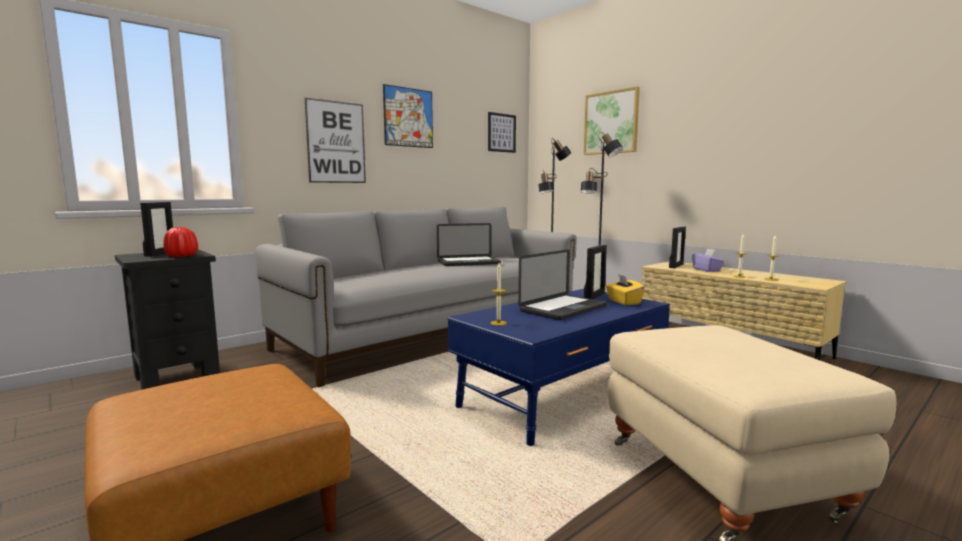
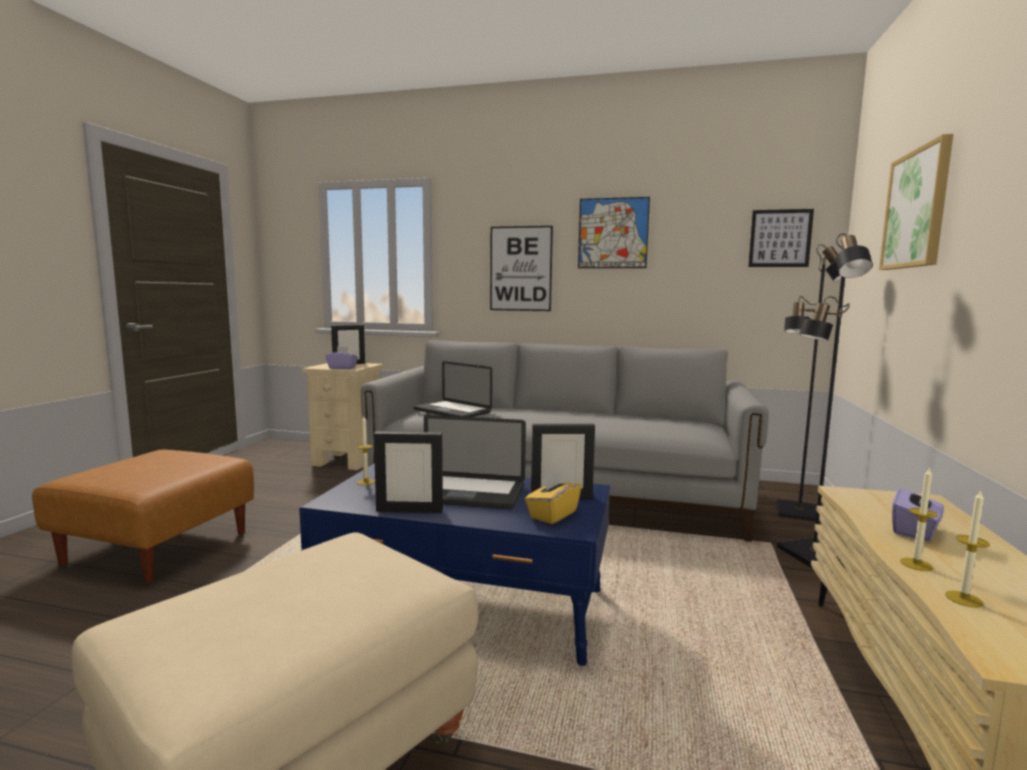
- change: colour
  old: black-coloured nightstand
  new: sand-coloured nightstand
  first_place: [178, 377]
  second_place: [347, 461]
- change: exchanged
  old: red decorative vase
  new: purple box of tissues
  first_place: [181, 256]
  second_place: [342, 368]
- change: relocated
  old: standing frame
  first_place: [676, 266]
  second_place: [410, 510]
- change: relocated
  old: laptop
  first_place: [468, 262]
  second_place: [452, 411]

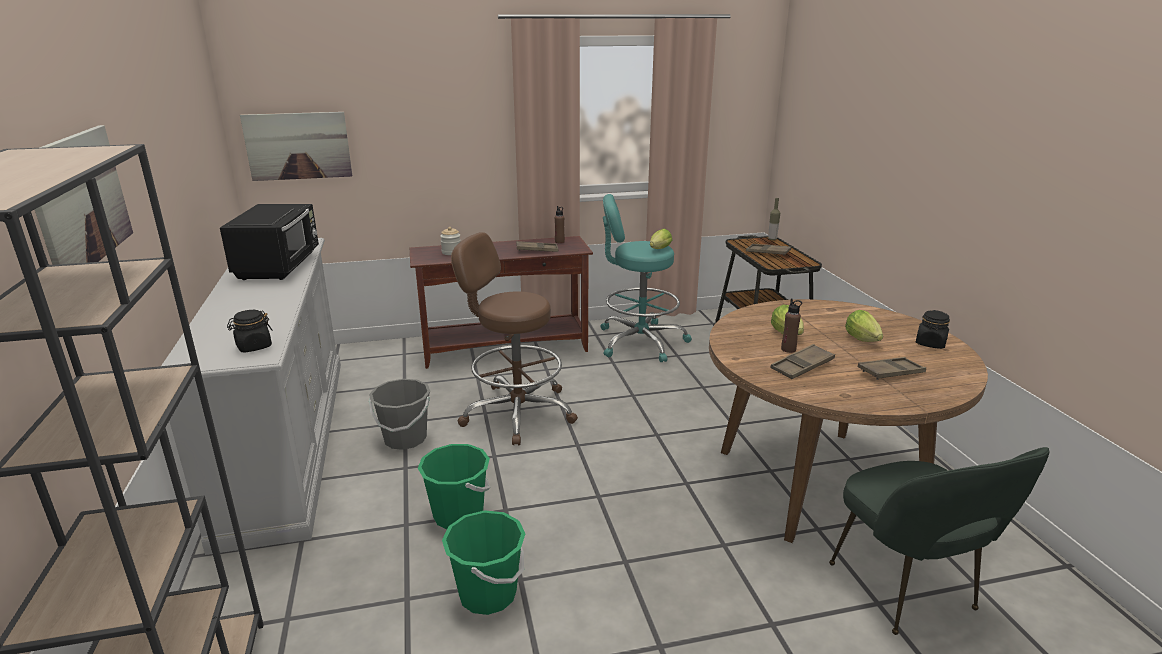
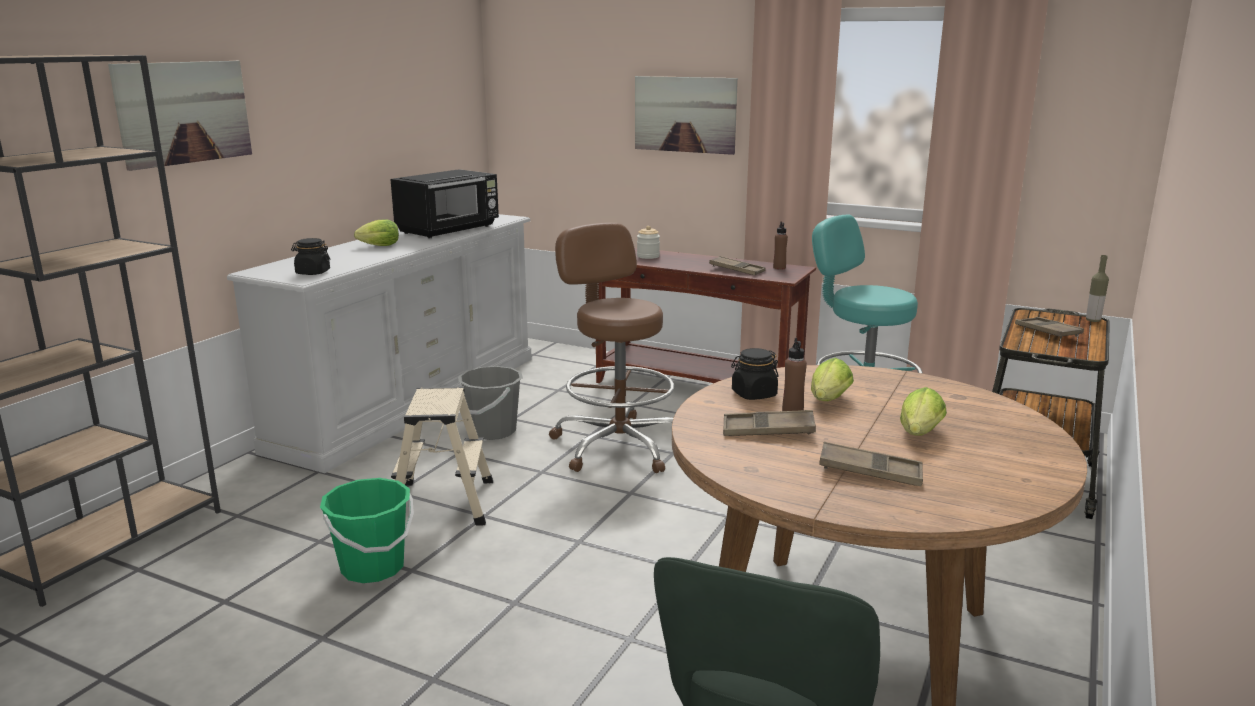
- change: relocated
  old: head of lettuce
  first_place: [659, 249]
  second_place: [377, 246]
- change: exchanged
  old: greenish bucket
  new: sand-coloured stepladder
  first_place: [458, 515]
  second_place: [442, 503]
- change: relocated
  old: picture
  first_place: [298, 146]
  second_place: [685, 114]
- change: relocated
  old: black-coloured storage jar
  first_place: [930, 343]
  second_place: [753, 394]

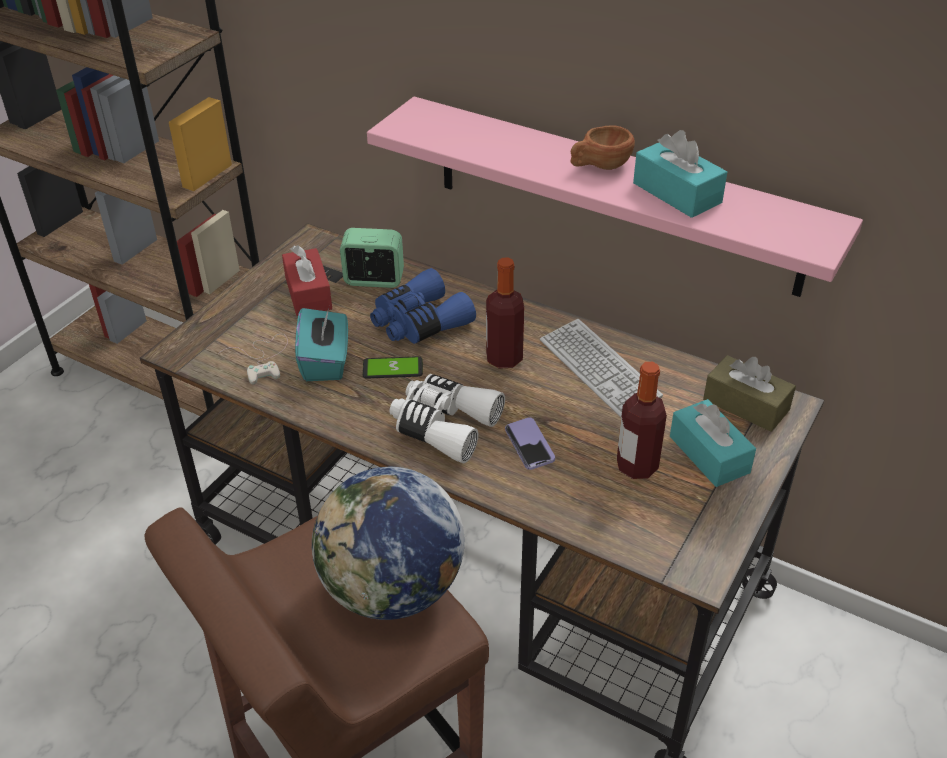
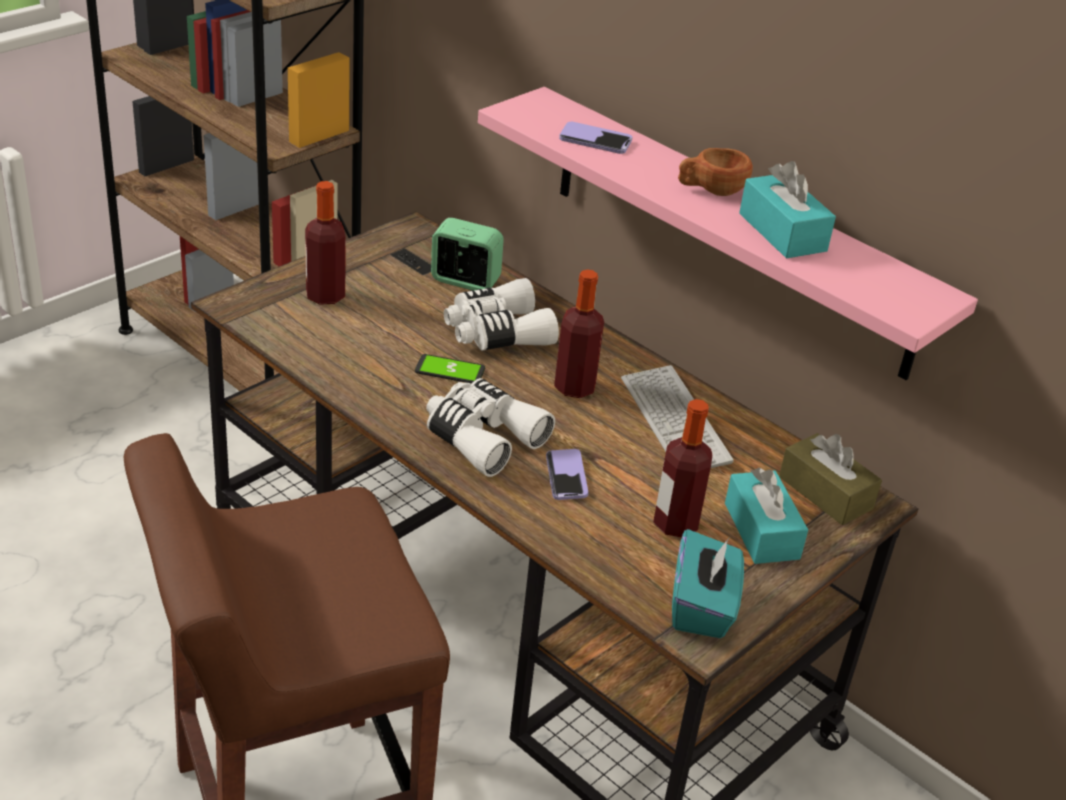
- change: appeared
  new: drink bottle
  second_place: [325, 295]
- change: colour
  old: blue-coloured binoculars
  new: white binoculars
  first_place: [419, 322]
  second_place: [496, 332]
- change: appeared
  new: telephone
  second_place: [595, 140]
- change: relocated
  old: turquoise box of tissues
  first_place: [325, 361]
  second_place: [702, 607]
- change: missing
  old: white game controller
  first_place: [263, 358]
- change: missing
  old: red box of tissues
  first_place: [308, 293]
- change: missing
  old: globe
  first_place: [392, 590]

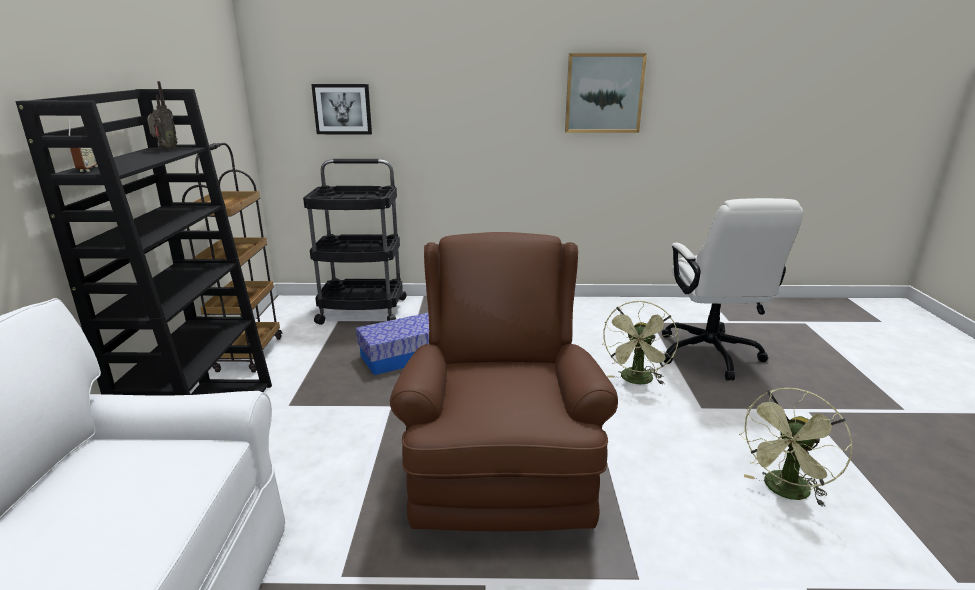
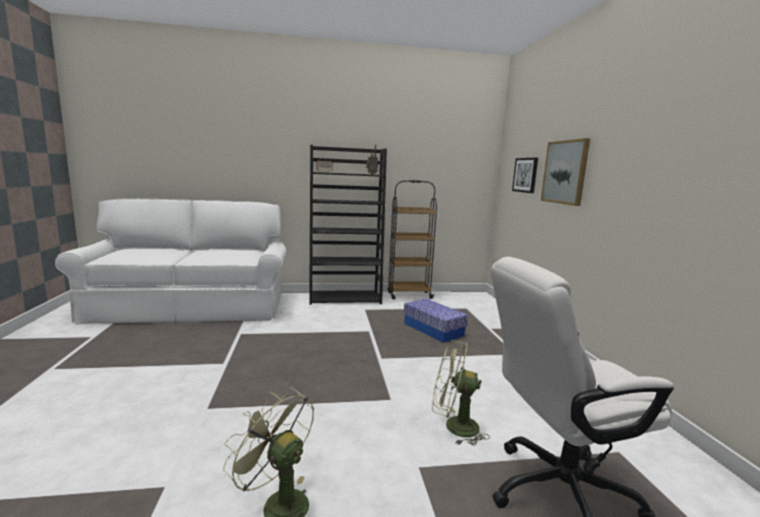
- change: relocated
  old: picture
  first_place: [604, 93]
  second_place: [565, 172]
- change: missing
  old: black-coloured wheeled cart
  first_place: [362, 311]
- change: missing
  old: brown-coloured easy chair
  first_place: [500, 472]

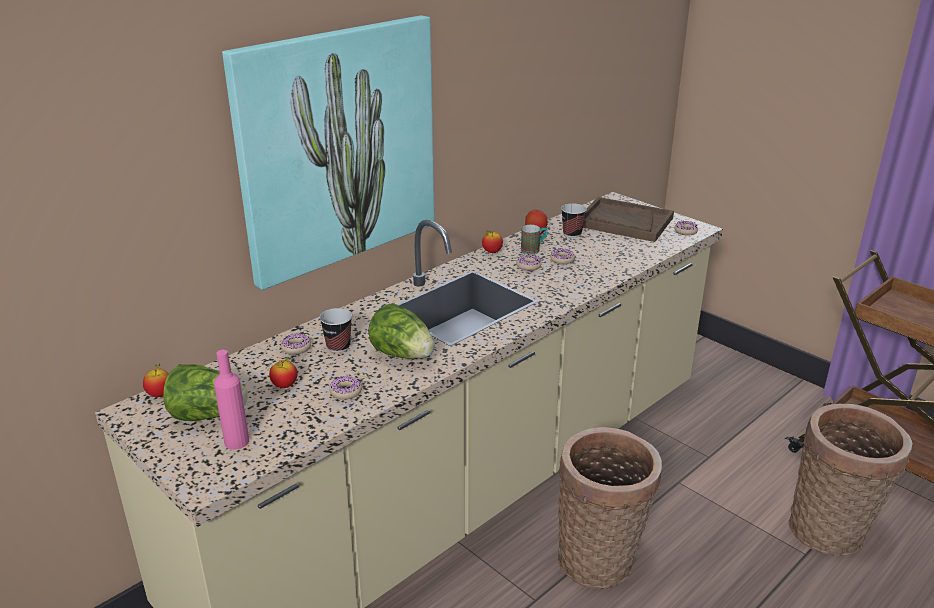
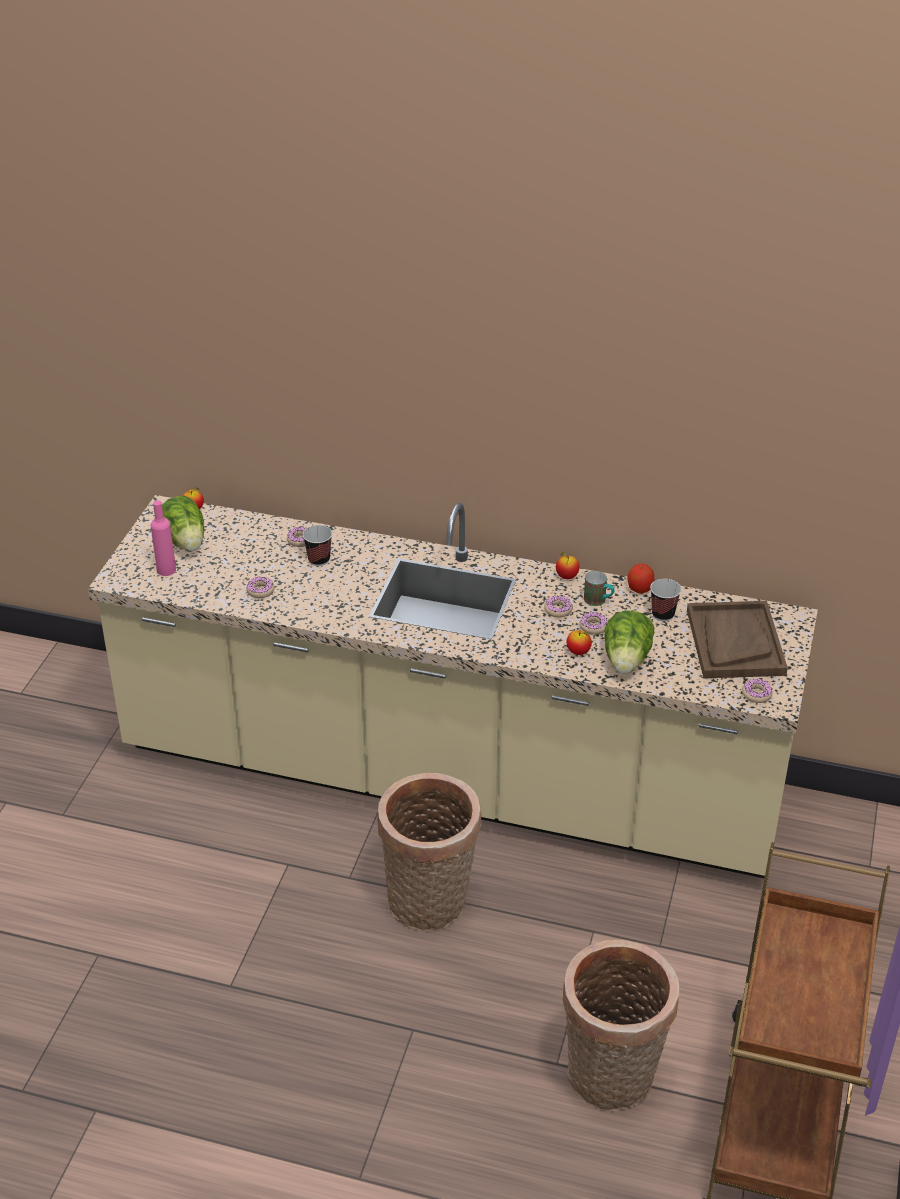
- change: relocated
  old: apple
  first_place: [285, 385]
  second_place: [578, 652]
- change: relocated
  old: head of lettuce
  first_place: [403, 354]
  second_place: [626, 661]
- change: missing
  old: picture
  first_place: [337, 148]

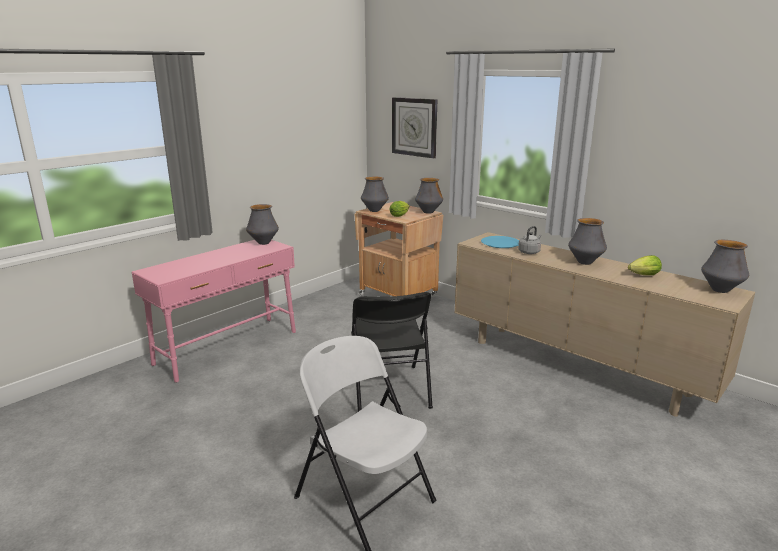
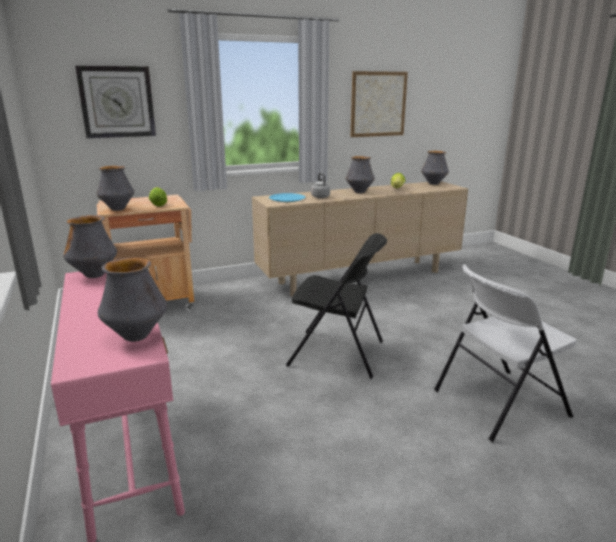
- change: relocated
  old: decorative vase
  first_place: [428, 212]
  second_place: [136, 336]
- change: appeared
  new: picture
  second_place: [378, 103]

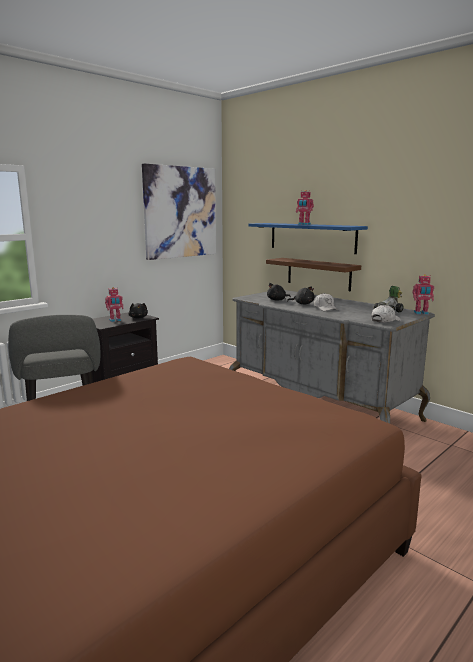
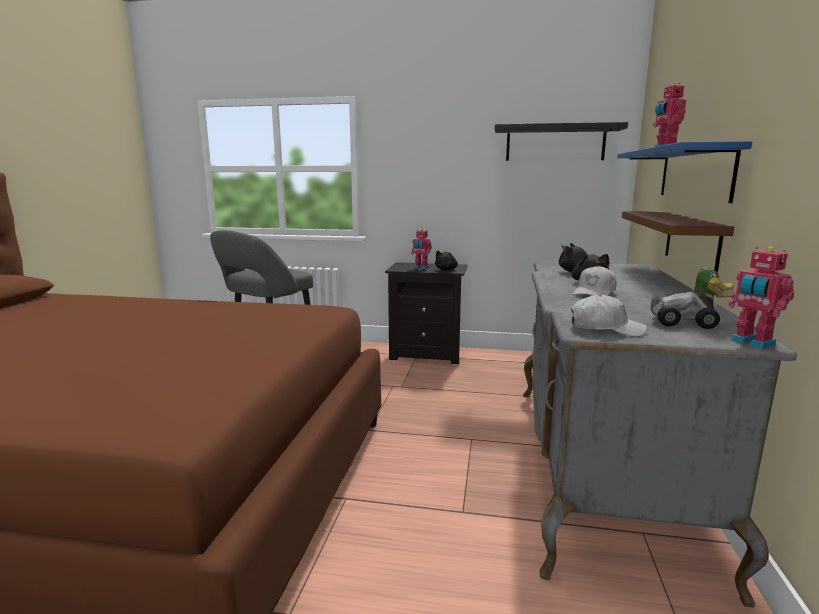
- change: exchanged
  old: picture
  new: black-coloured shelf
  first_place: [180, 212]
  second_place: [555, 143]

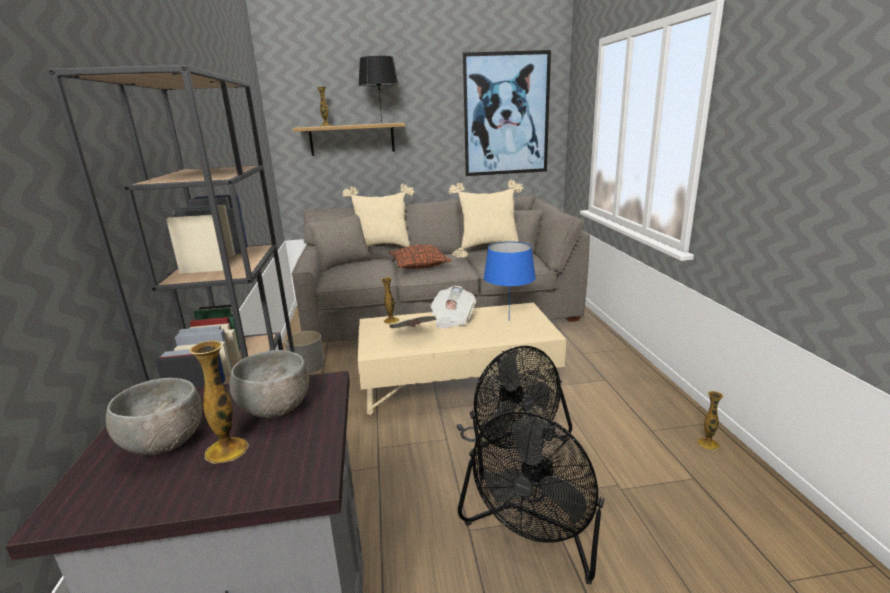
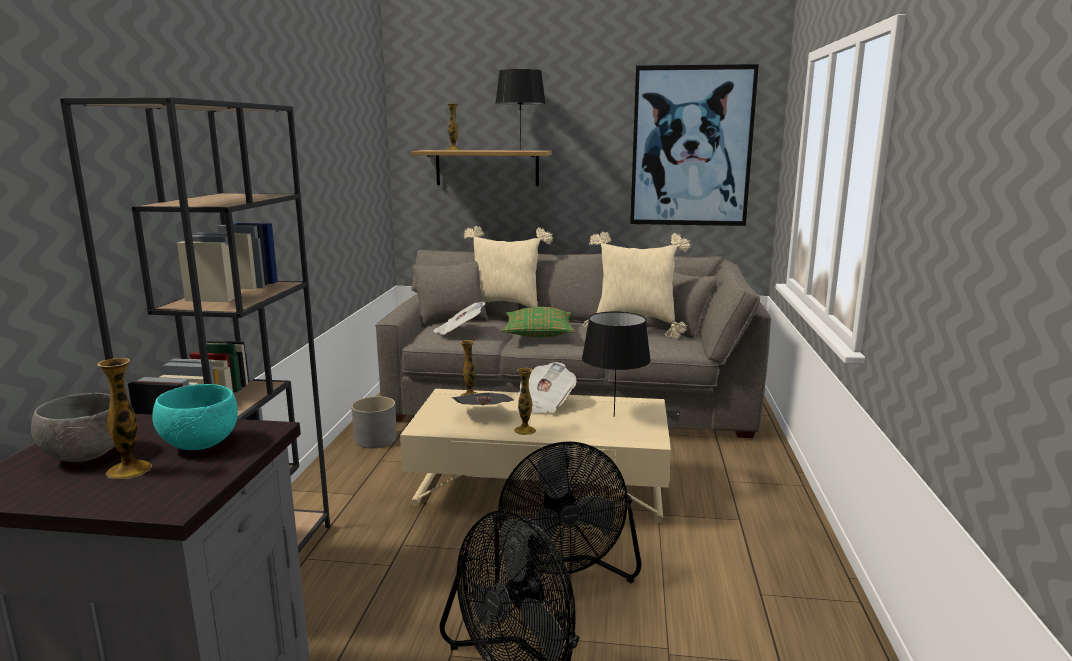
- change: colour
  old: gray serving bowl
  new: turquoise serving bowl
  first_place: [275, 410]
  second_place: [199, 445]
- change: appeared
  new: daily paper
  second_place: [458, 332]
- change: colour
  old: brown-coloured cushion
  new: greenish cushion
  first_place: [419, 266]
  second_place: [538, 334]
- change: relocated
  old: decorative vase
  first_place: [708, 444]
  second_place: [525, 430]
- change: colour
  old: blue-coloured table lamp
  new: black-coloured table lamp
  first_place: [508, 320]
  second_place: [613, 416]

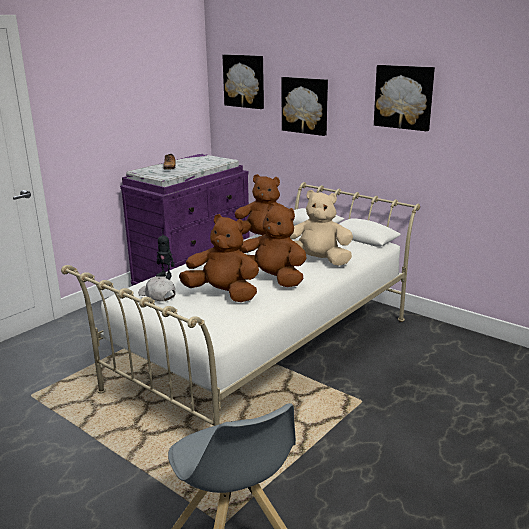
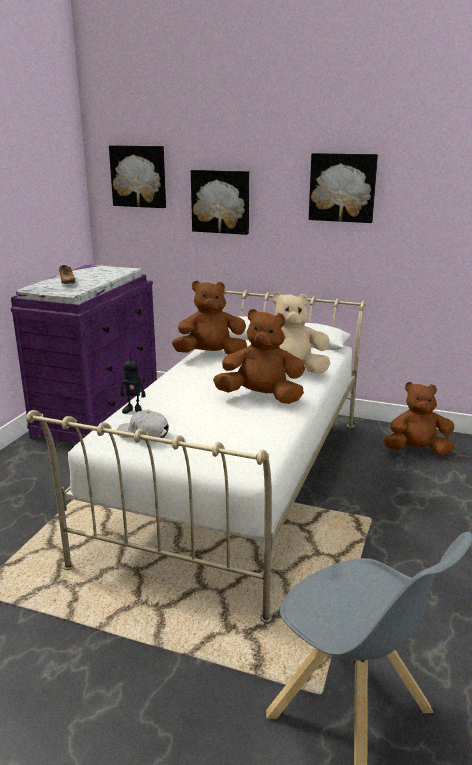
- change: relocated
  old: brown-coloured soft toy
  first_place: [223, 294]
  second_place: [417, 451]

